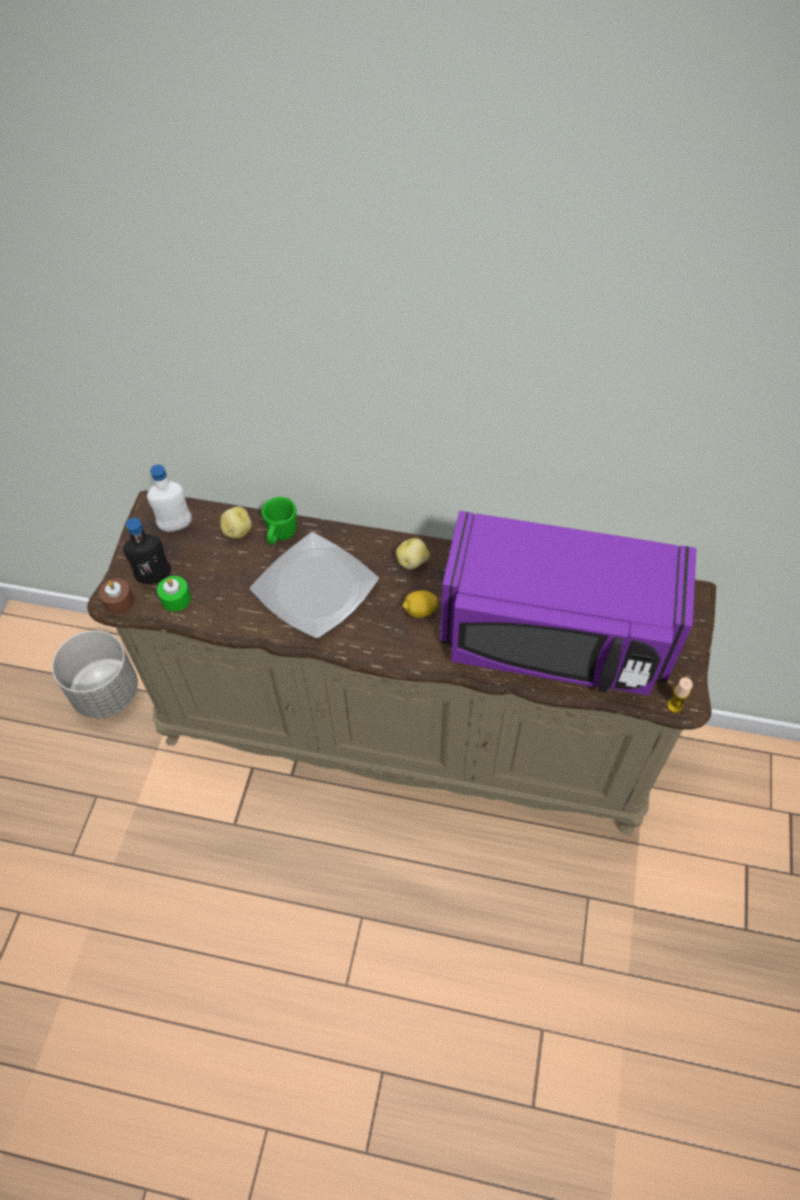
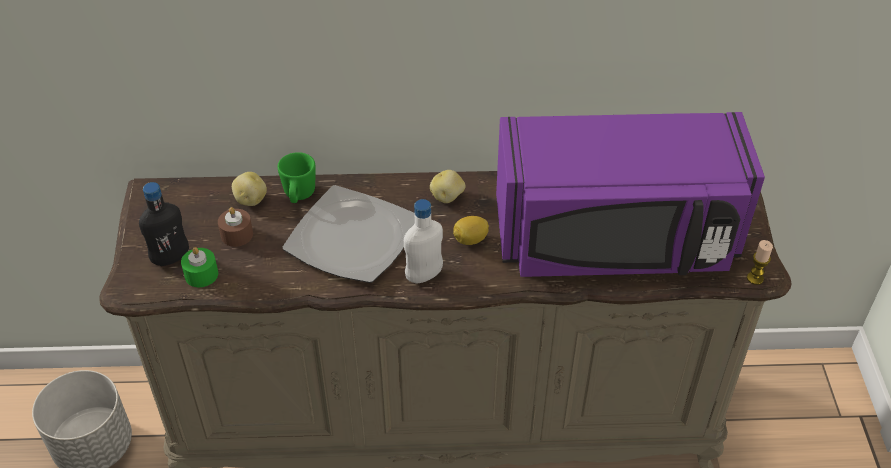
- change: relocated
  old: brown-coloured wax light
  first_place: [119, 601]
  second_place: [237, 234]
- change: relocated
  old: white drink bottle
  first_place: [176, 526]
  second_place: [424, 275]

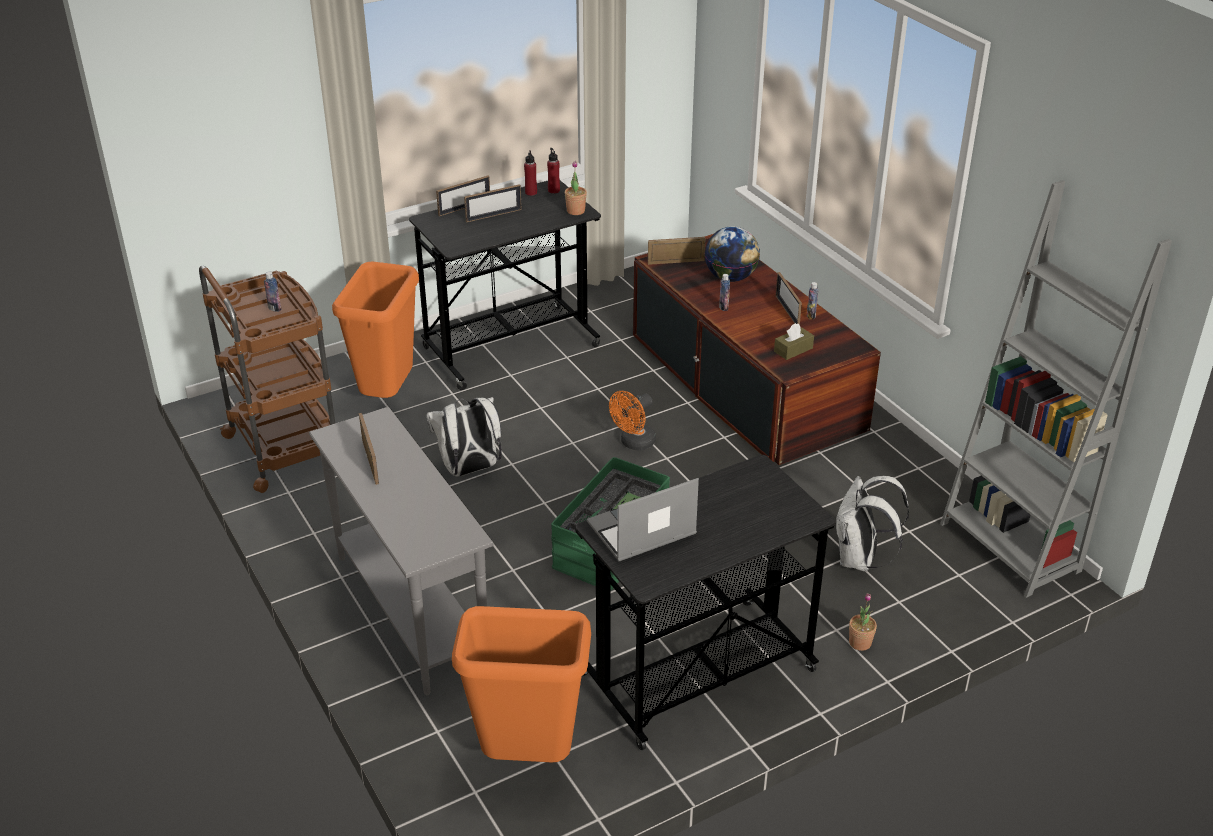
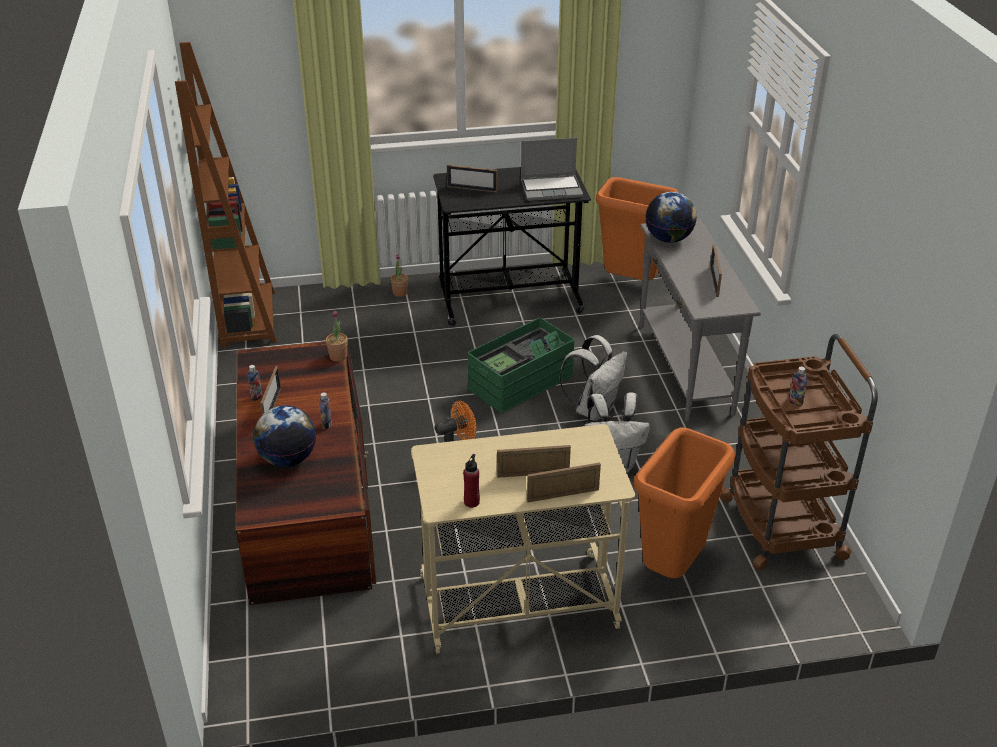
- change: colour
  old: gray shelving unit
  new: brown-coloured shelving unit
  first_place: [1010, 547]
  second_place: [248, 319]
- change: relocated
  old: houseplant
  first_place: [575, 211]
  second_place: [338, 356]
- change: colour
  old: black-coloured desk unit
  new: sand-coloured desk unit
  first_place: [511, 346]
  second_place: [518, 603]
- change: relocated
  old: standing frame
  first_place: [676, 262]
  second_place: [472, 189]
- change: relocated
  old: white knapsack
  first_place: [860, 559]
  second_place: [594, 409]
- change: appeared
  new: globe
  second_place: [669, 239]
- change: missing
  old: red drink bottle
  first_place: [554, 190]
- change: missing
  old: brown-coloured box of tissues
  first_place: [793, 350]

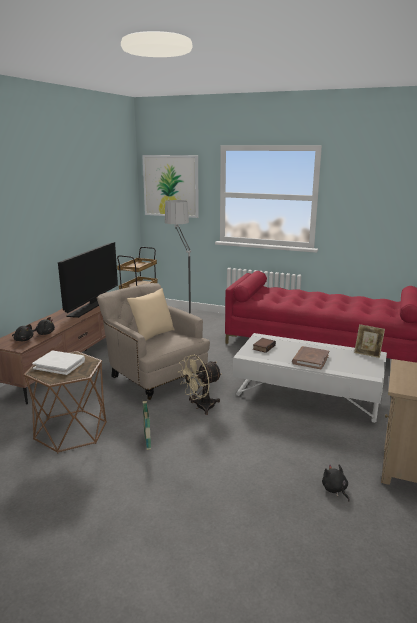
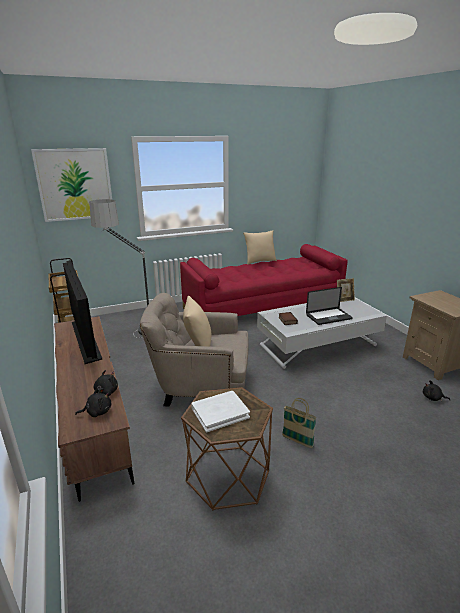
- change: appeared
  new: sand-coloured cushion
  second_place: [259, 261]
- change: exchanged
  old: brown-coloured book
  new: laptop
  first_place: [310, 359]
  second_place: [328, 317]
- change: missing
  old: sand-coloured electric fan
  first_place: [200, 407]

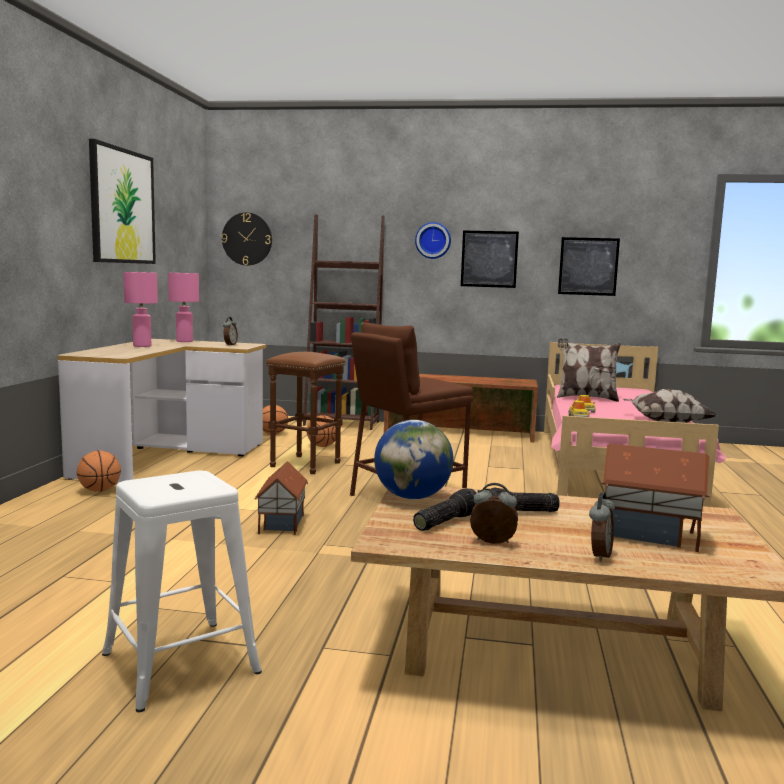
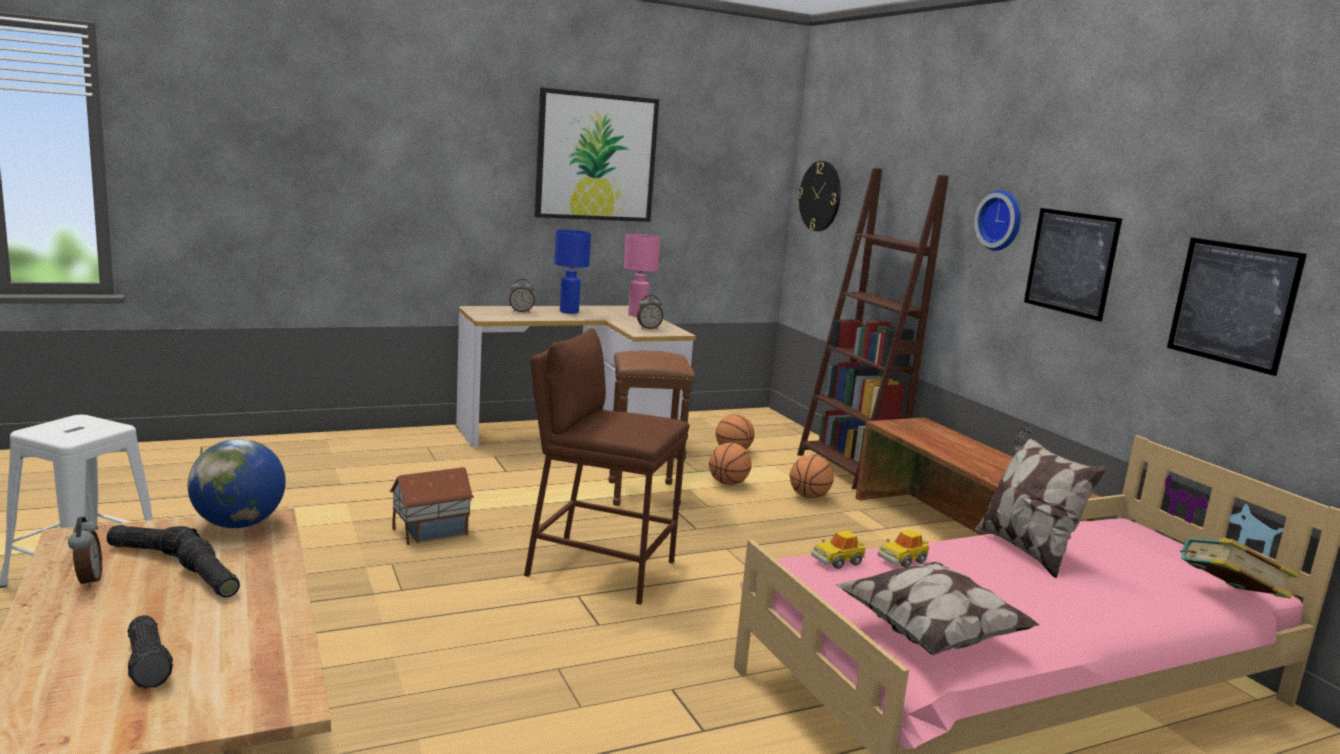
- change: exchanged
  old: toy house
  new: flashlight
  first_place: [650, 535]
  second_place: [150, 663]
- change: relocated
  old: alarm clock
  first_place: [599, 555]
  second_place: [521, 311]
- change: colour
  old: pinkish table lamp
  new: blue-coloured table lamp
  first_place: [141, 346]
  second_place: [568, 312]
- change: relocated
  old: basketball ball
  first_place: [99, 491]
  second_place: [809, 497]
- change: appeared
  new: book
  second_place: [1227, 597]

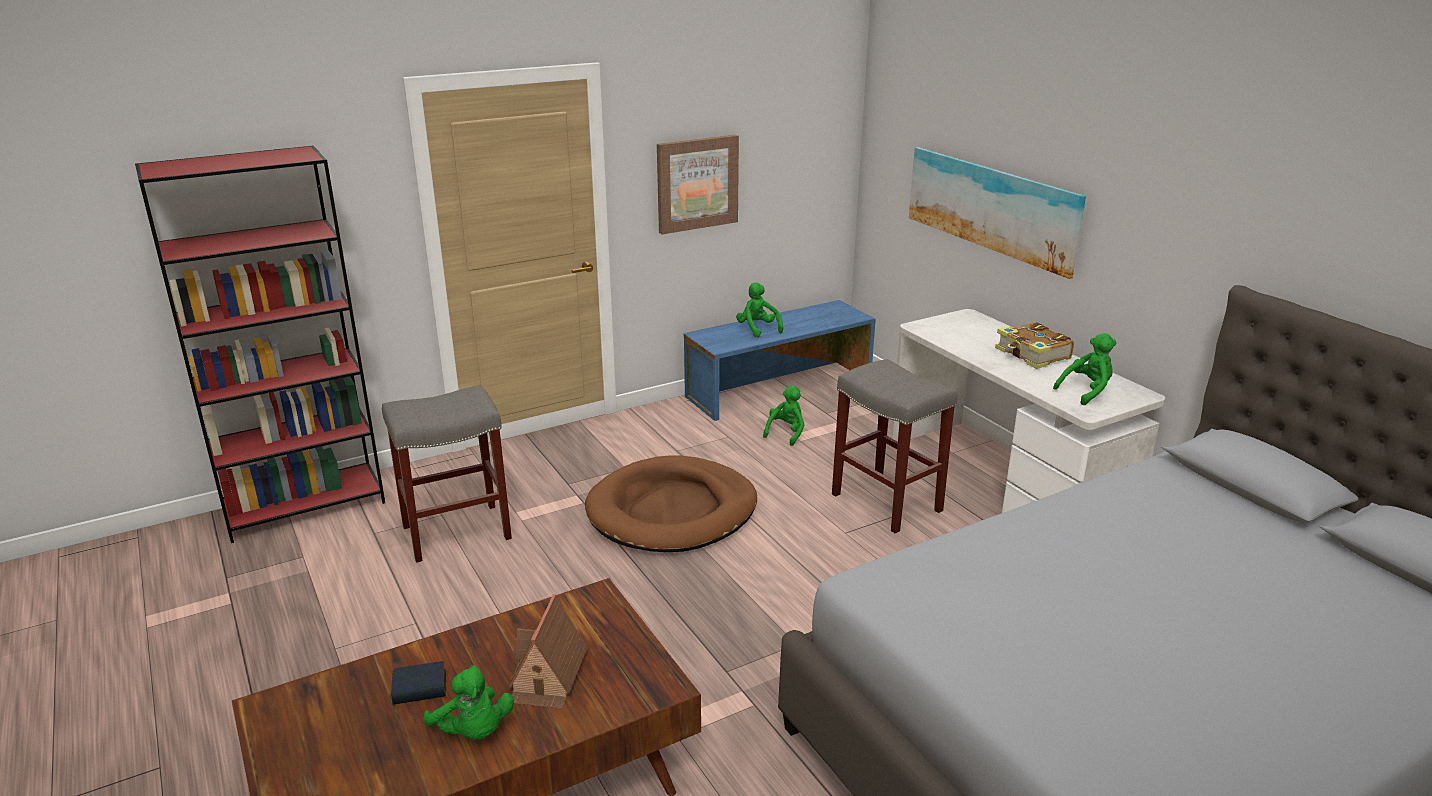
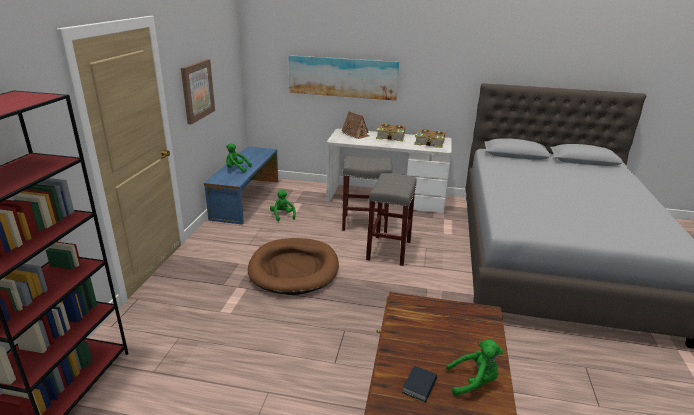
- change: relocated
  old: toy house
  first_place: [547, 676]
  second_place: [355, 134]
- change: relocated
  old: gray sitting stool
  first_place: [458, 531]
  second_place: [388, 250]
- change: exchanged
  old: greenish soft toy
  new: book
  first_place: [1086, 392]
  second_place: [430, 143]

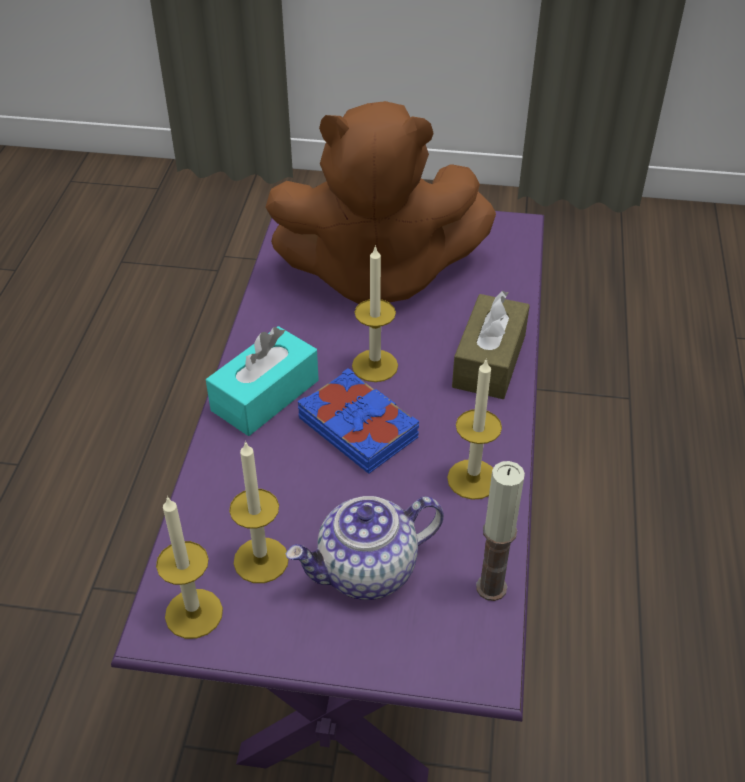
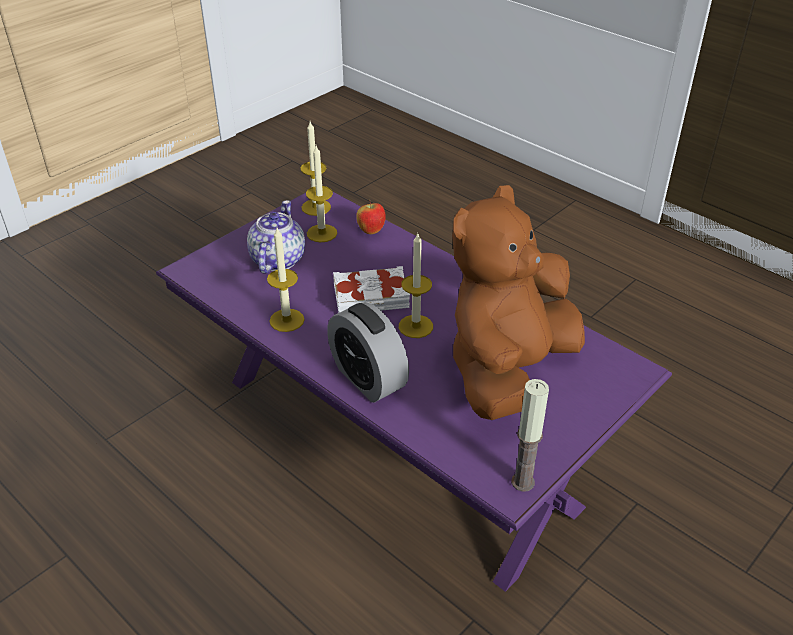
- change: exchanged
  old: brown-coloured box of tissues
  new: alarm clock
  first_place: [489, 361]
  second_place: [368, 379]
- change: colour
  old: blue-coloured book
  new: white book
  first_place: [359, 427]
  second_place: [371, 297]
- change: appeared
  new: apple
  second_place: [371, 231]
- change: relocated
  old: wax light
  first_place: [491, 587]
  second_place: [523, 482]
- change: missing
  old: turquoise box of tissues
  first_place: [265, 395]

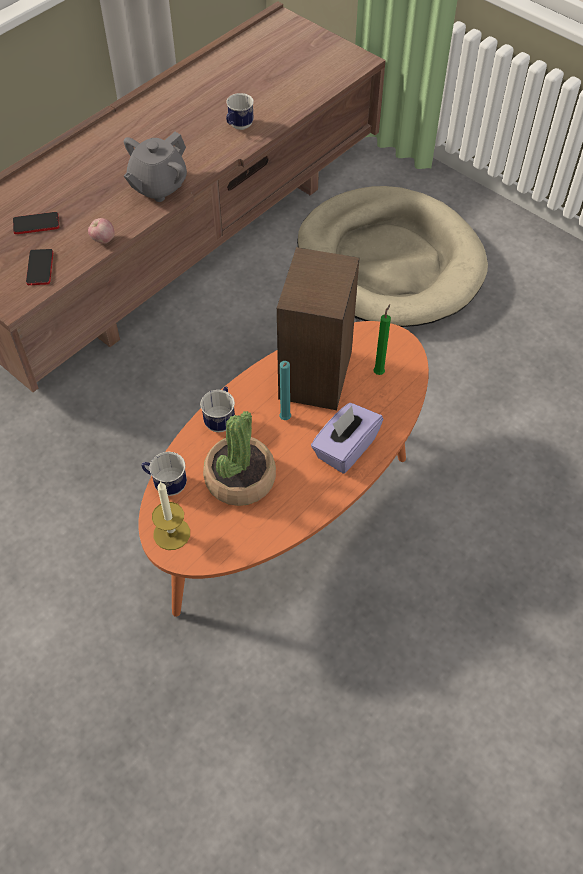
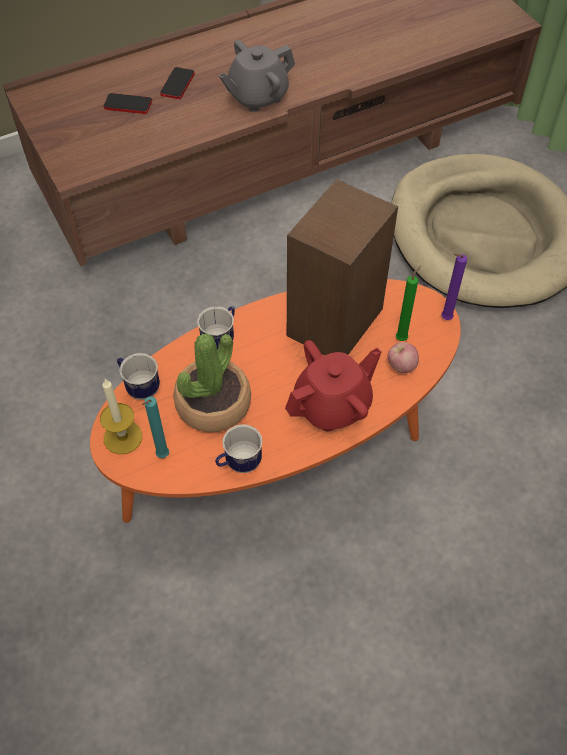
- change: relocated
  old: turquoise wax light
  first_place: [284, 420]
  second_place: [161, 456]
- change: relocated
  old: telephone
  first_place: [40, 268]
  second_place: [177, 84]
- change: relocated
  old: tea mug
  first_place: [238, 127]
  second_place: [239, 464]
- change: exchanged
  old: purple box of tissues
  new: red tea pot
  first_place: [345, 448]
  second_place: [332, 405]
- change: relocated
  old: apple
  first_place: [103, 240]
  second_place: [401, 366]
- change: appeared
  new: purple wax light
  second_place: [444, 319]

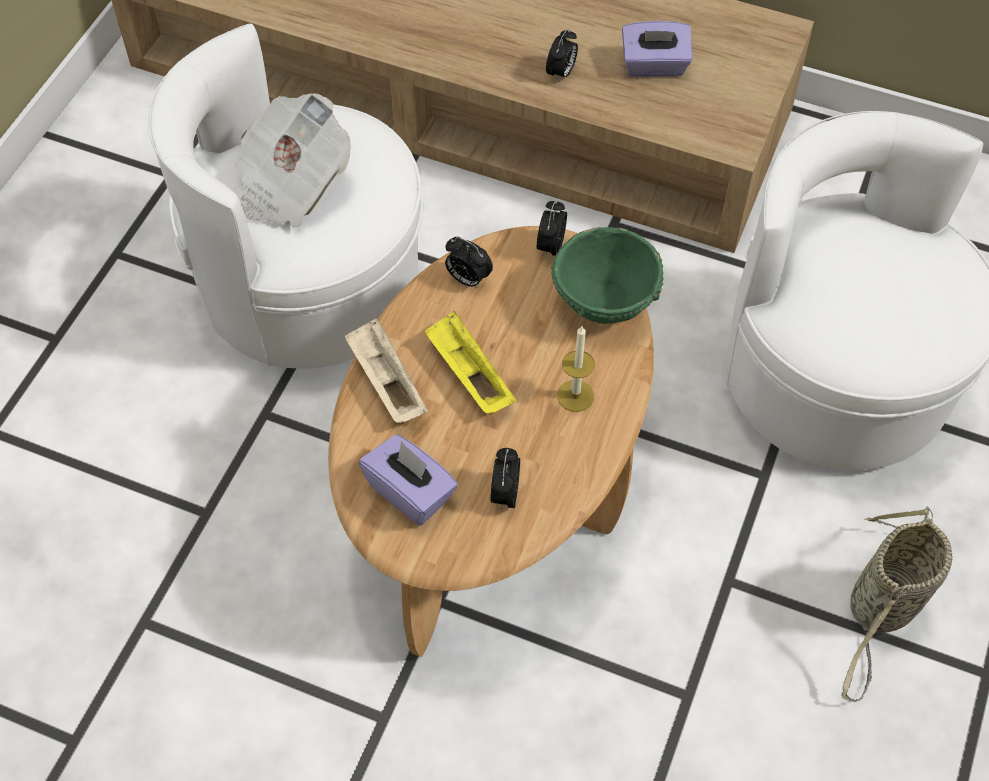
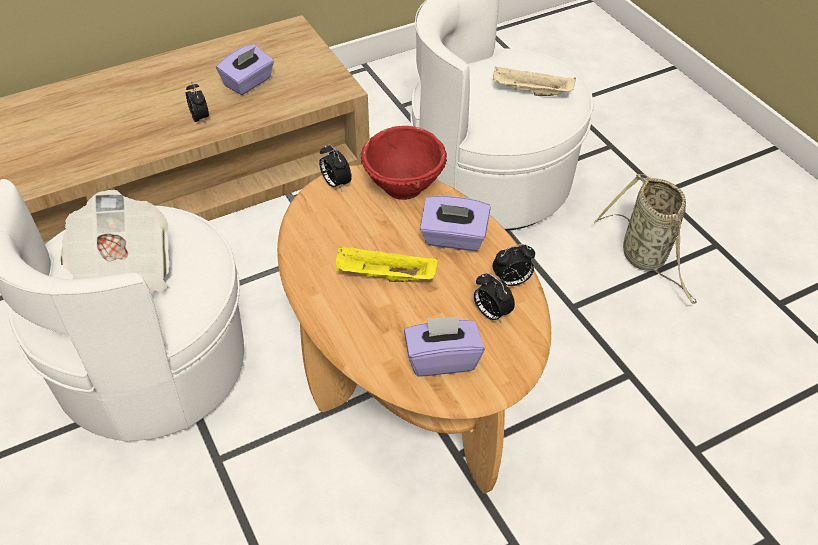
- change: colour
  old: greenish serving bowl
  new: red serving bowl
  first_place: [604, 305]
  second_place: [404, 188]
- change: exchanged
  old: wax light
  new: purple box of tissues
  first_place: [575, 395]
  second_place: [454, 238]
- change: relocated
  old: alarm clock
  first_place: [467, 279]
  second_place: [512, 282]
- change: relocated
  old: sand-coloured tray
  first_place: [386, 382]
  second_place: [530, 92]

